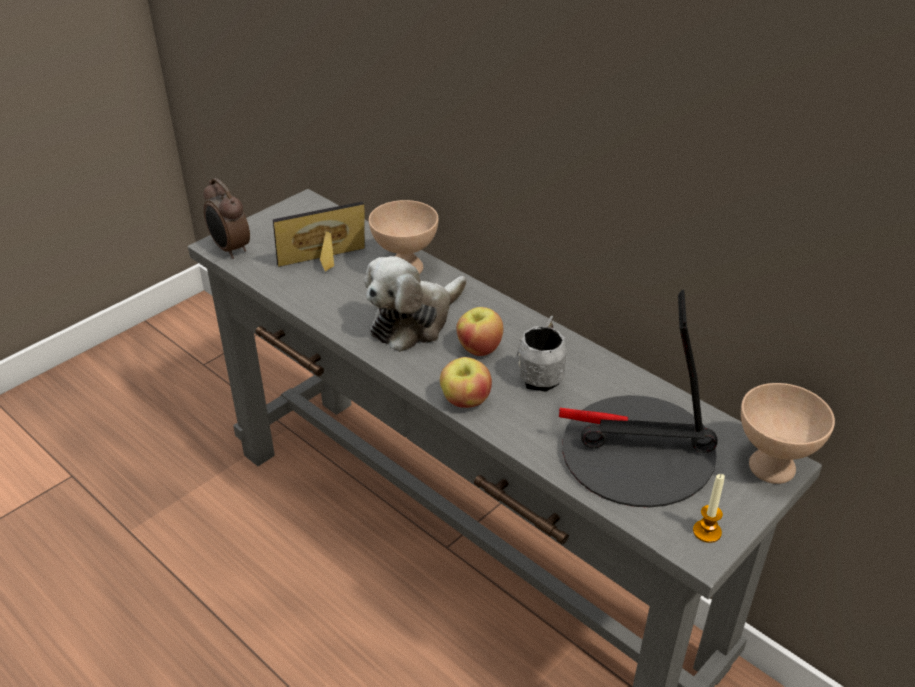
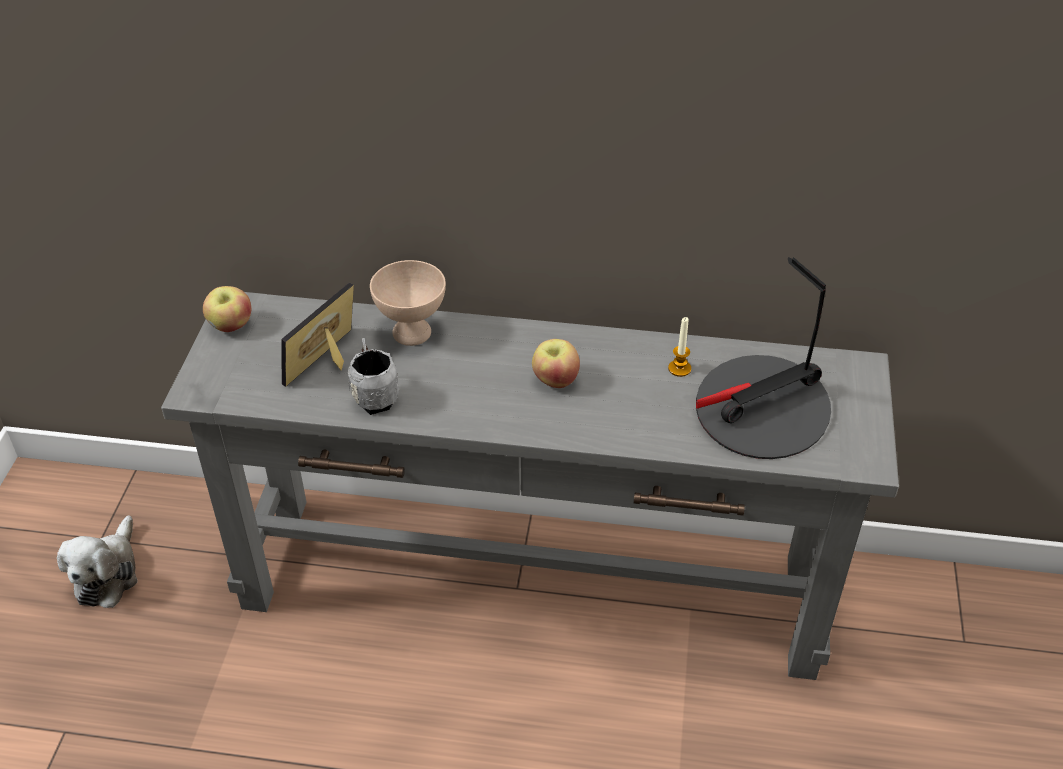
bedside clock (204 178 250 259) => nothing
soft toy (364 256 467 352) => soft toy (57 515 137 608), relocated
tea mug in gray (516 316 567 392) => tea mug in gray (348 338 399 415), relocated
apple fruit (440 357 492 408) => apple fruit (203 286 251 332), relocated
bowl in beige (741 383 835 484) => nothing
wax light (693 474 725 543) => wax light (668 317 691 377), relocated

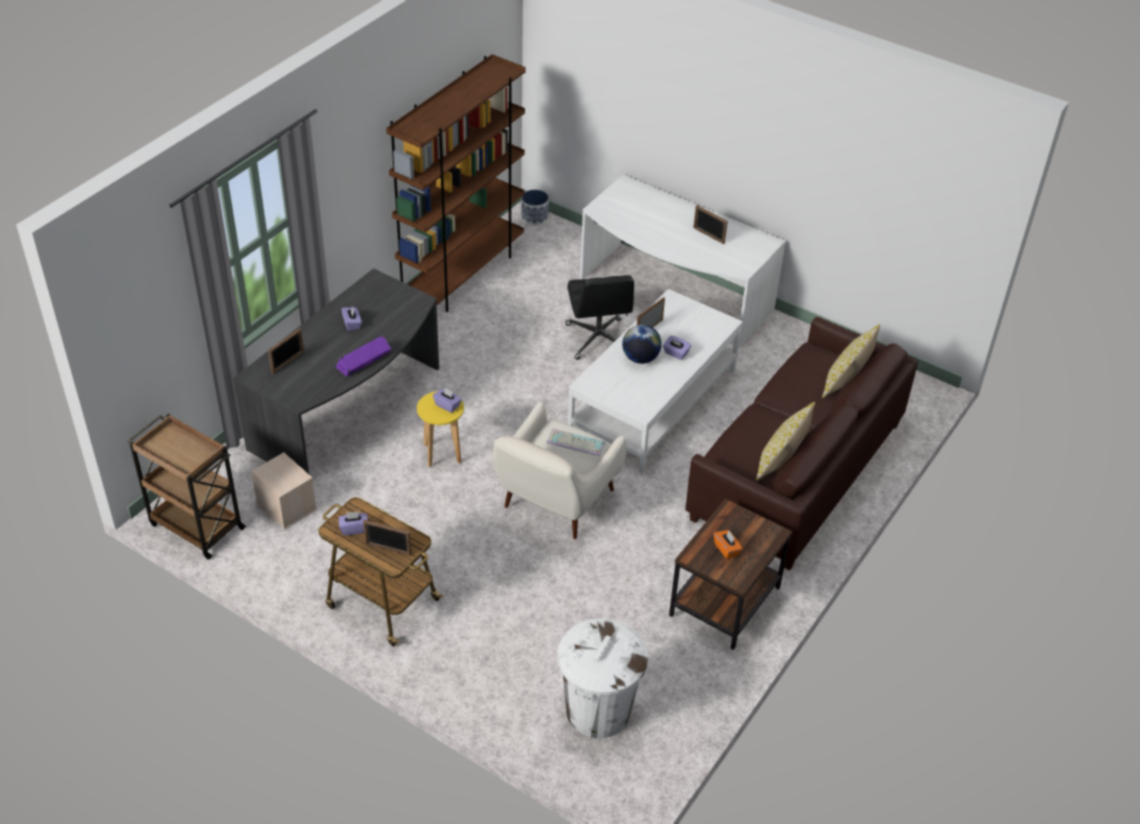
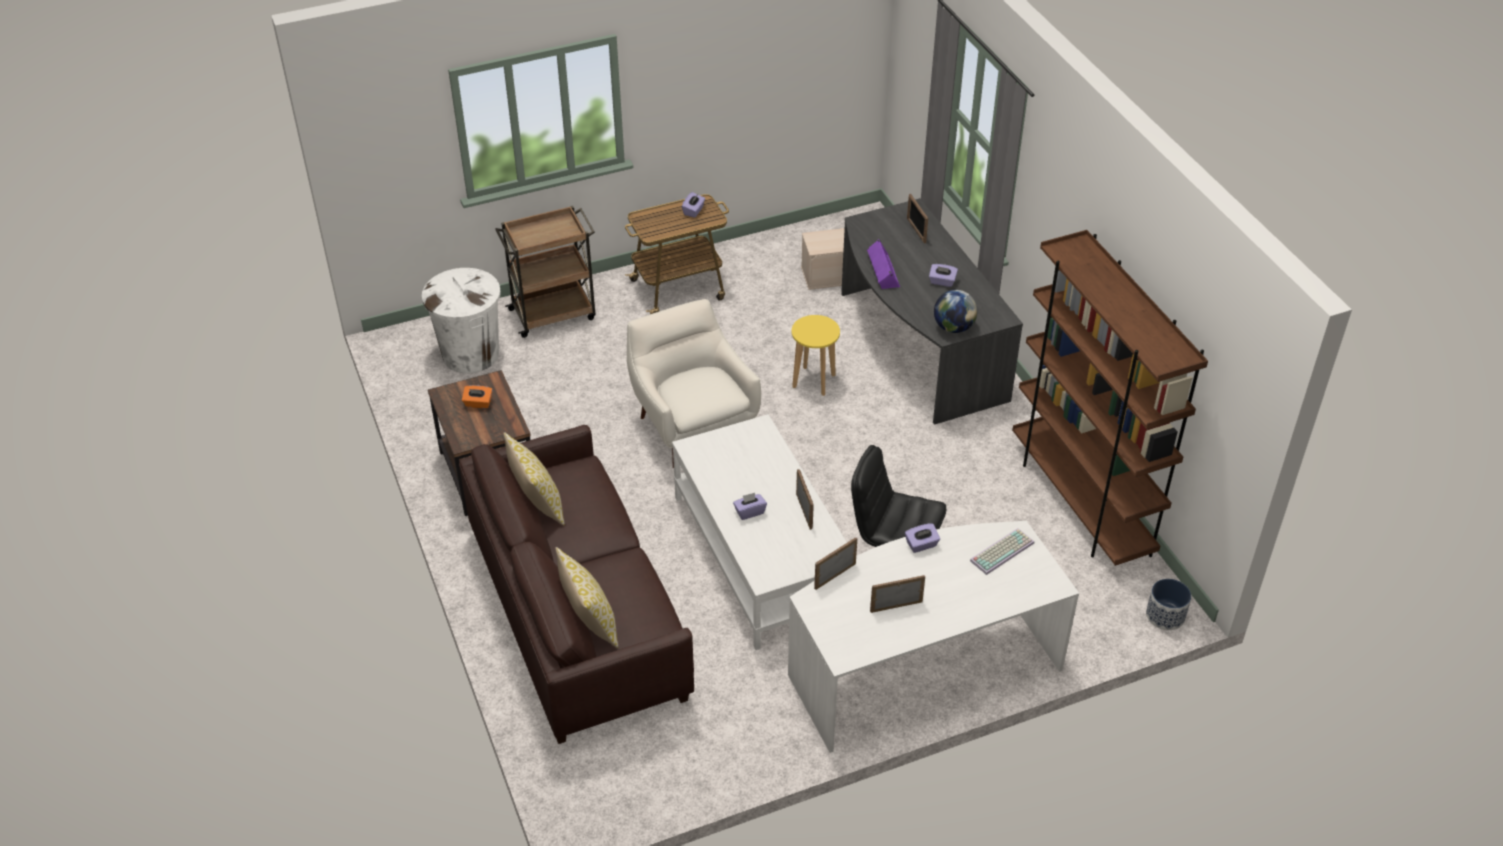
desk globe (622 324 662 364) => desk globe (934 290 977 333), relocated
tissue box in purplish (433 388 462 413) => tissue box in purplish (905 524 940 553), relocated
wheeled cart in brown (127 414 246 560) => wheeled cart in brown (495 206 596 338), relocated
computer keyboard (546 429 605 457) => computer keyboard (970 528 1034 575), relocated
photo frame (363 520 411 556) => photo frame (814 538 857 590), relocated

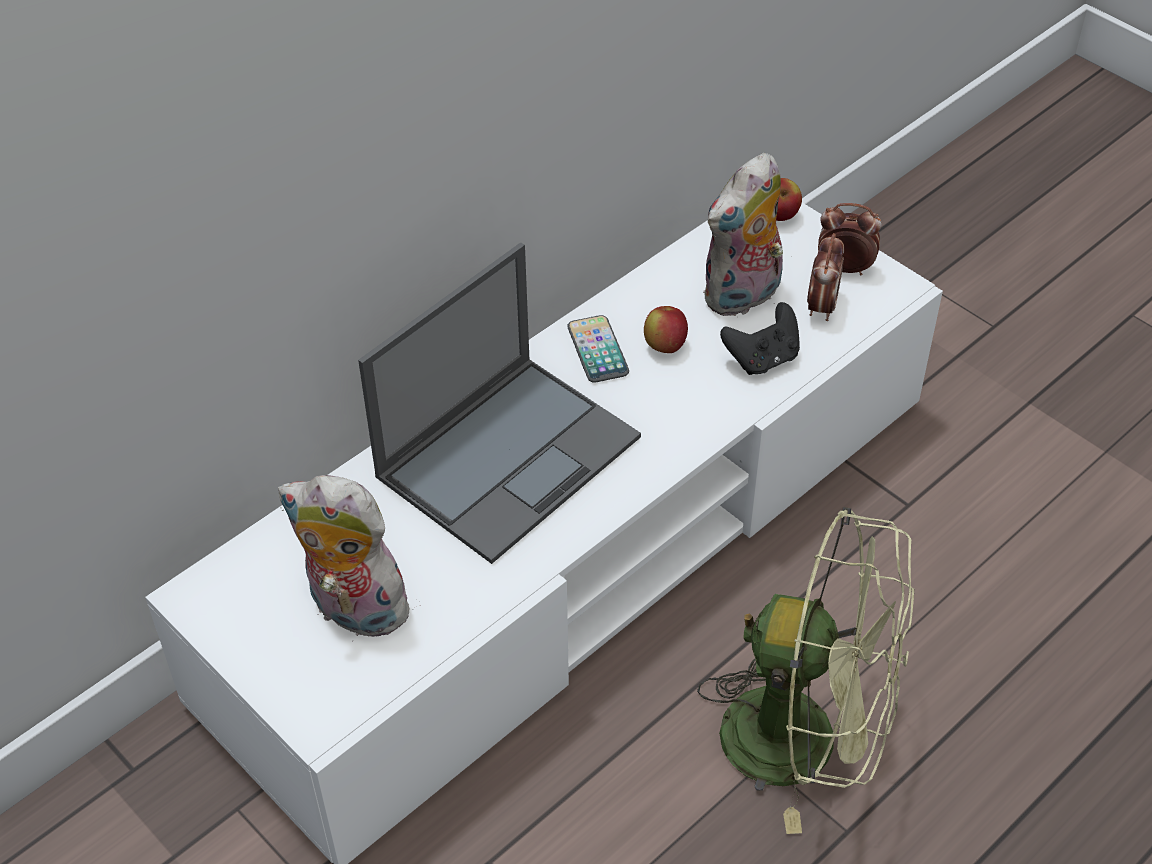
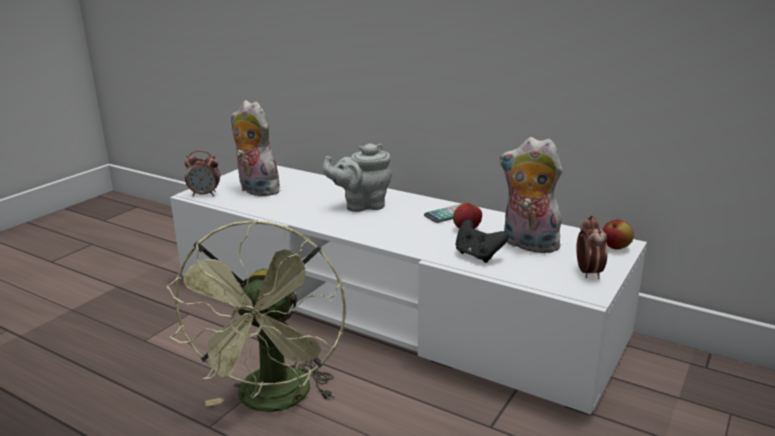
bedside clock (807 233 844 321) => bedside clock (185 151 220 196), relocated
portable computer (358 243 641 564) => teapot in gray (322 143 392 212)
soft toy (278 475 421 637) => soft toy (231 100 285 197), 60 degrees counterclockwise

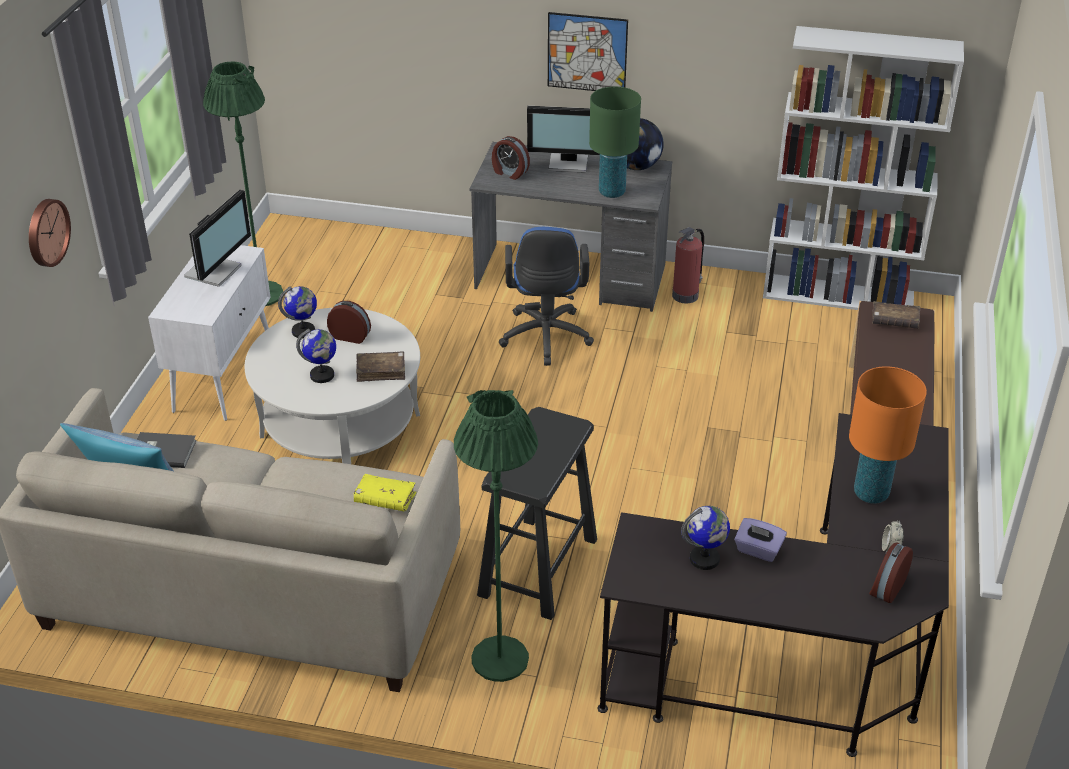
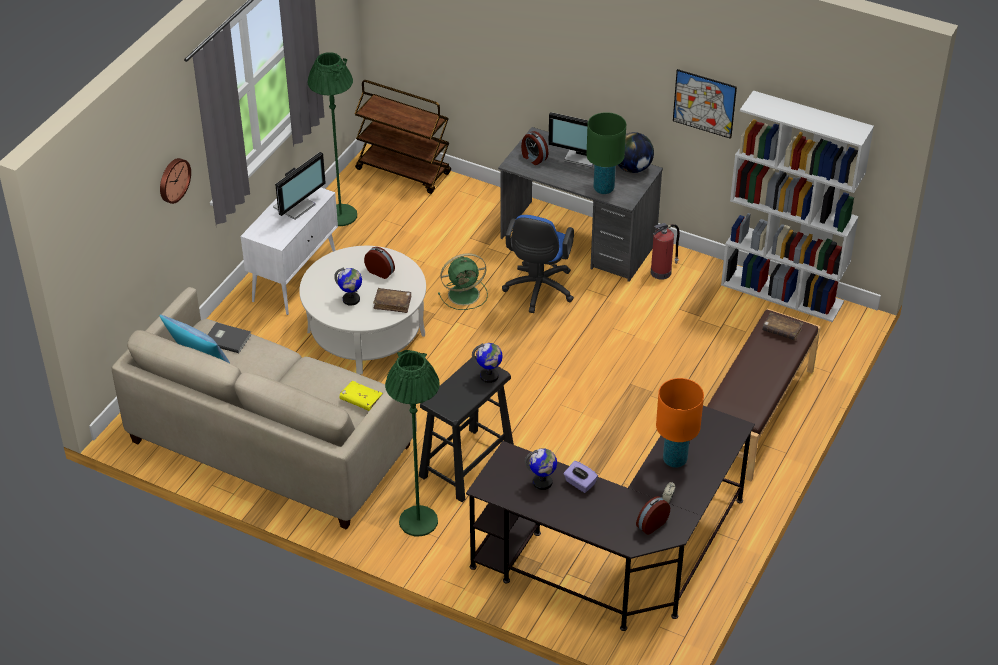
picture (548 12 628 91) => picture (673 69 737 139), relocated
desk globe (278 286 317 339) => desk globe (472 343 503 383), relocated
nothing => wheeled cart in brown (355 80 451 194)
nothing => electric fan in greenish (438 253 488 310)

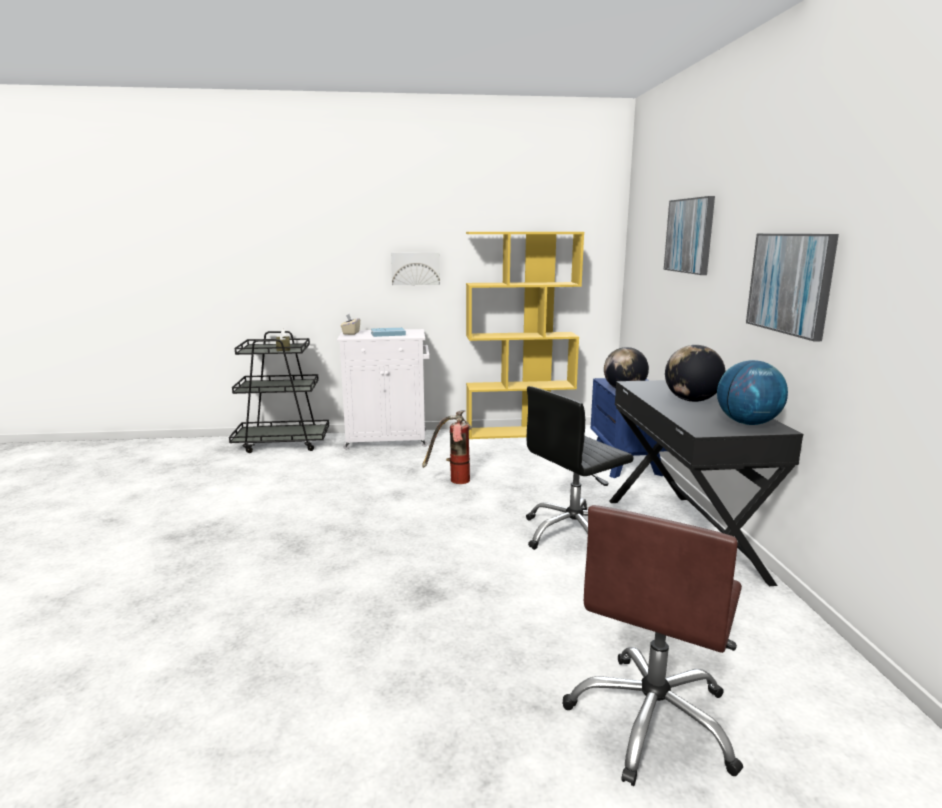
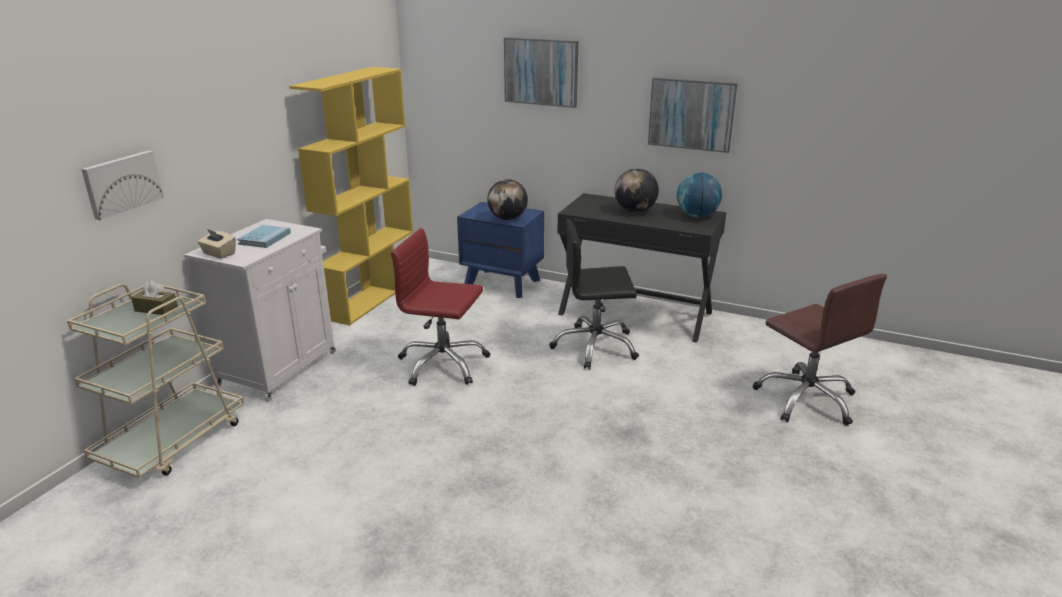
picture (391 252 440 285) => picture (81 150 164 220), relocated
wheeled cart in blackish (229 331 329 453) => wheeled cart in beige (67 283 244 478)
computer chair in blackish (526 386 634 550) => computer chair in blackish (549 219 639 369), 90 degrees clockwise
fire-fighting cylinder (422 410 472 484) => computer chair in red (391 228 490 386)

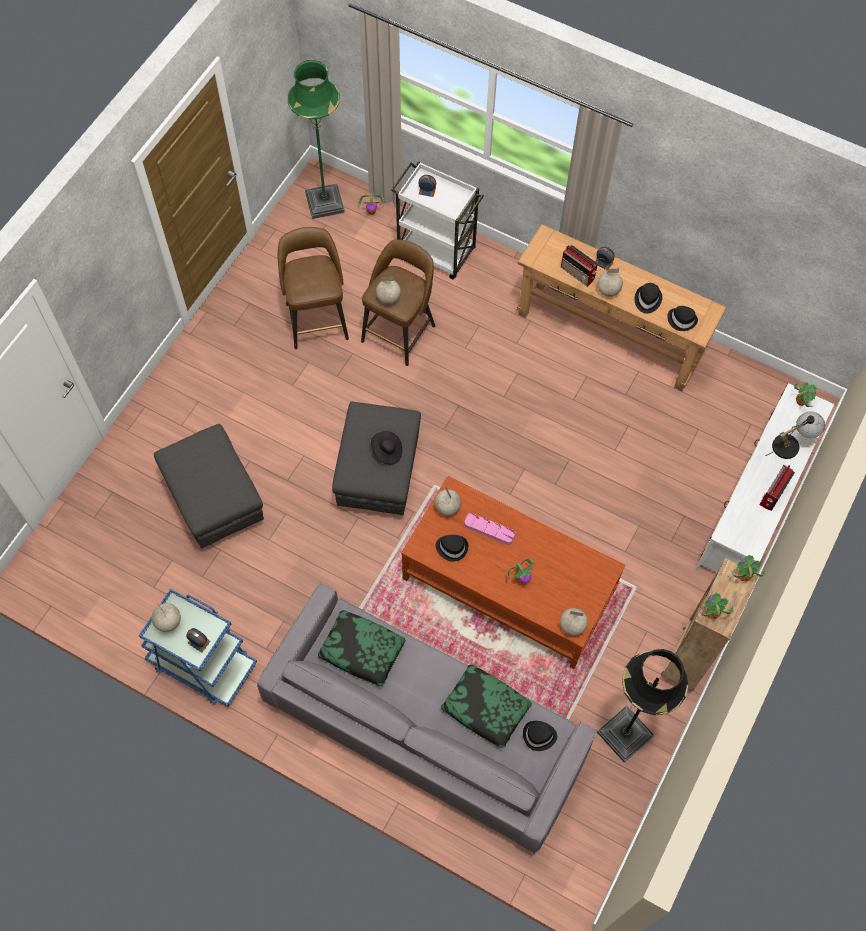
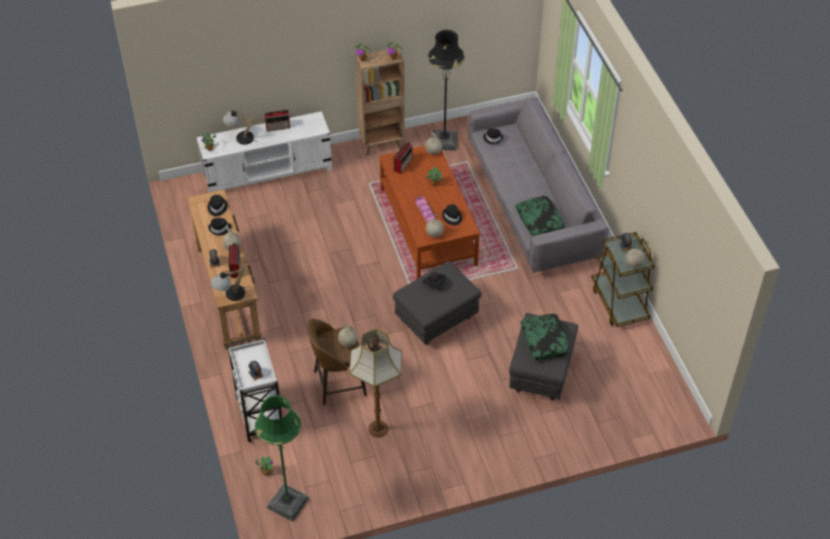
stool in brown (278 227 349 349) => standard lamp (349 329 402 438)
wheeled cart in blue (139 589 257 707) => wheeled cart in brown (591 232 655 327)
throw pillow (442 664 532 749) => throw pillow (520 314 571 360), relocated
nothing => radio receiver (394 142 412 174)
nothing => lamp for a table (211 268 247 301)

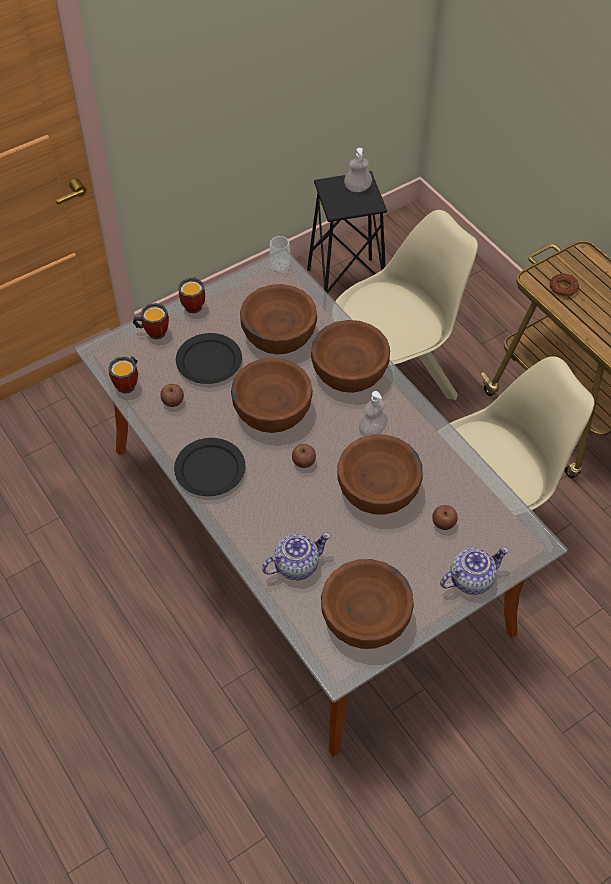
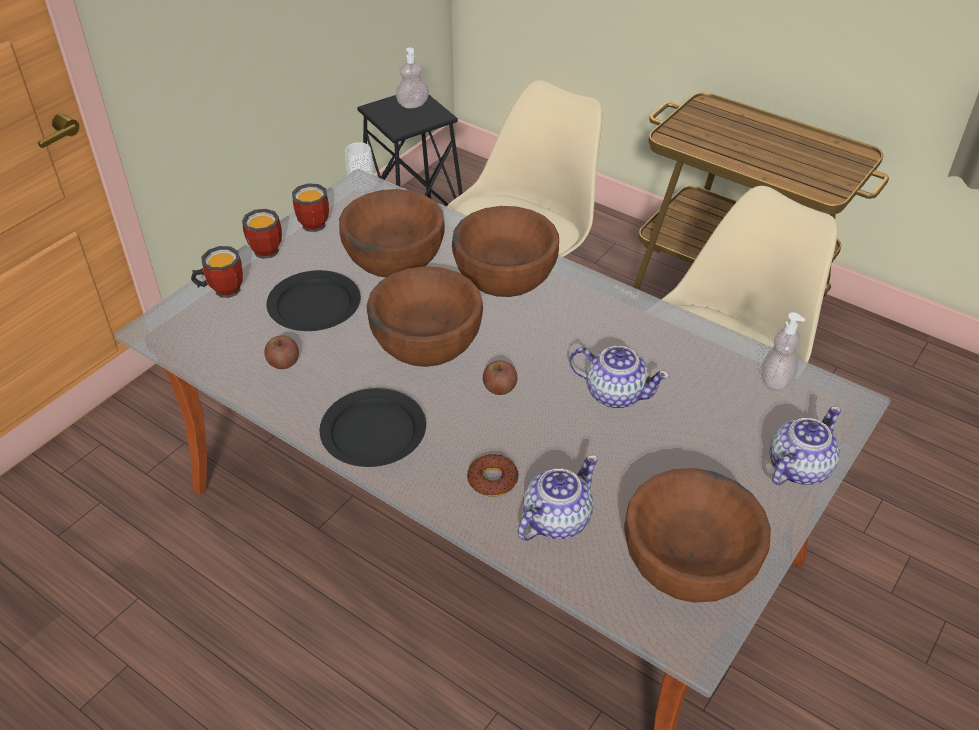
doughnut (550 274 579 297) => doughnut (467 454 519 497), relocated
tea mug (108 356 138 394) => tea mug (292 183 329 232), relocated
liquid soap bottle (359 391 388 437) => liquid soap bottle (762 312 805 391), relocated
bowl in brown (337 434 423 515) => teapot (569 346 670 408)
apple fruit (432 505 458 530) => nothing

